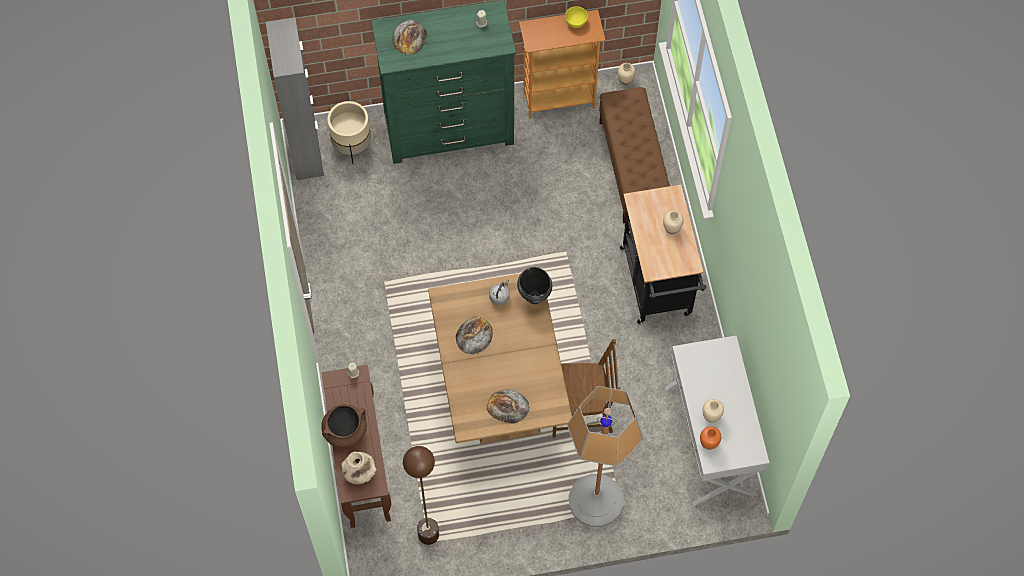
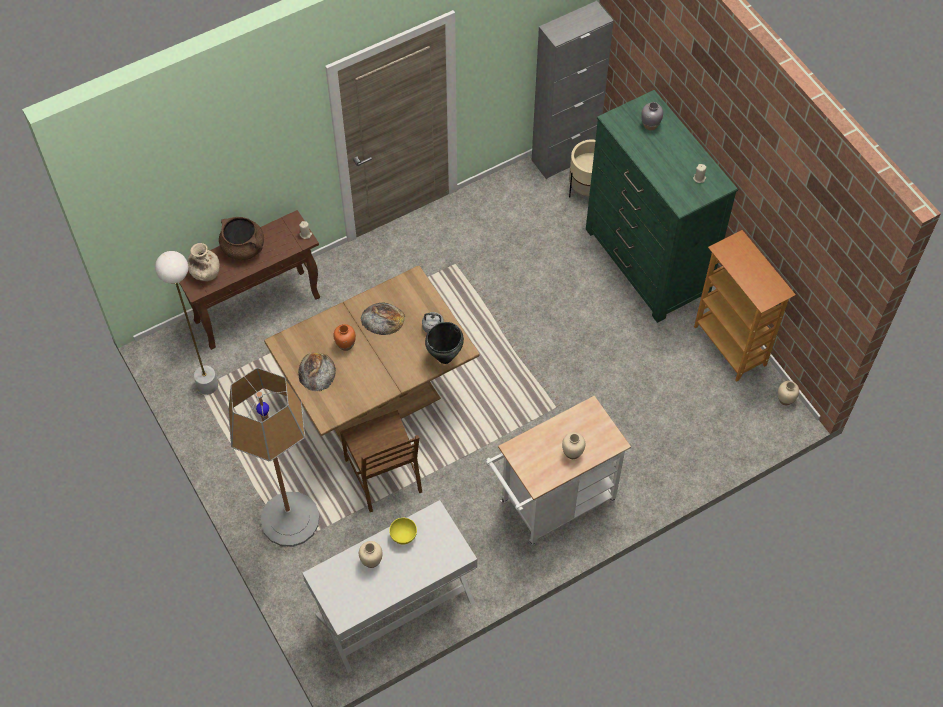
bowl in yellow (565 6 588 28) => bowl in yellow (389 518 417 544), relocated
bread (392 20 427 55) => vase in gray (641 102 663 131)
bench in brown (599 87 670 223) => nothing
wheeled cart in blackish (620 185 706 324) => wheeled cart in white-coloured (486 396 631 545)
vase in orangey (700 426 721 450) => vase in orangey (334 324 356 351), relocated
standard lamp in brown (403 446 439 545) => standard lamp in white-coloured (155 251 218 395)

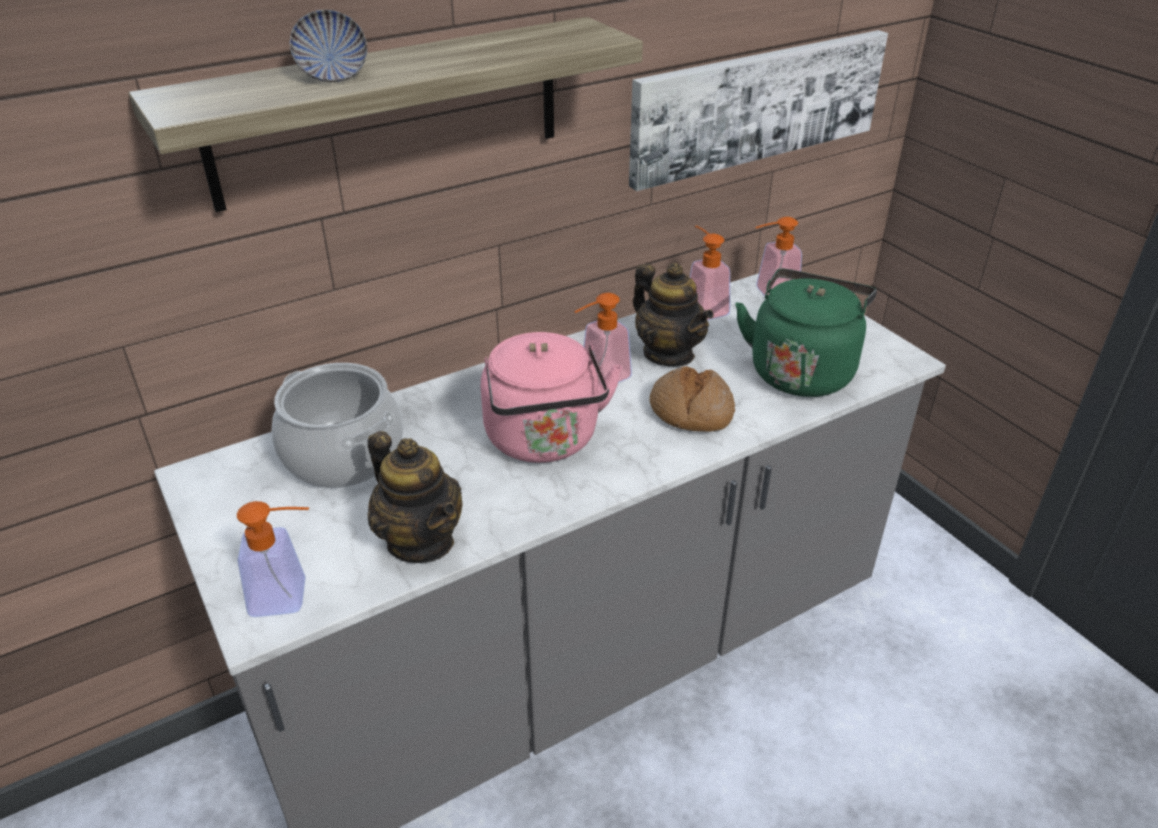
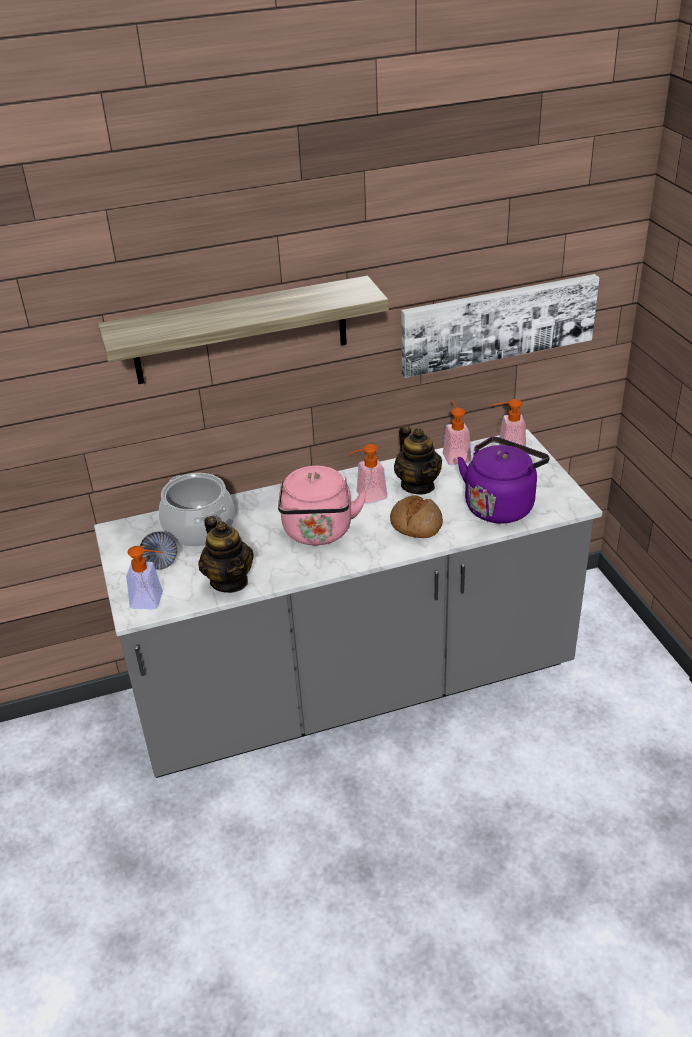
bowl (289 10 368 82) => bowl (140 531 178 570), relocated
water kettle in greenish (735 269 877 397) => water kettle in purplish (457 437 549 524)

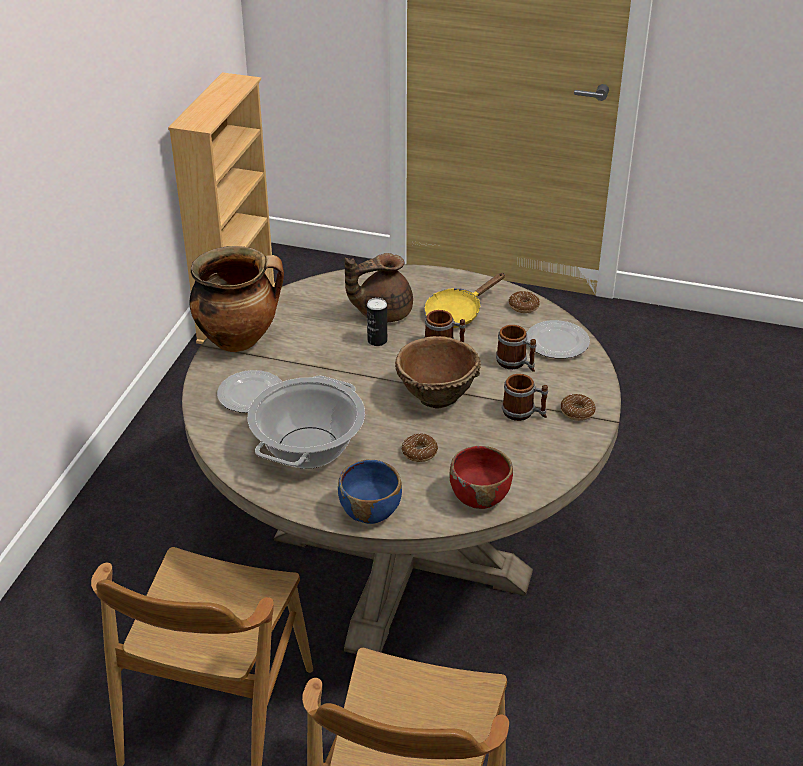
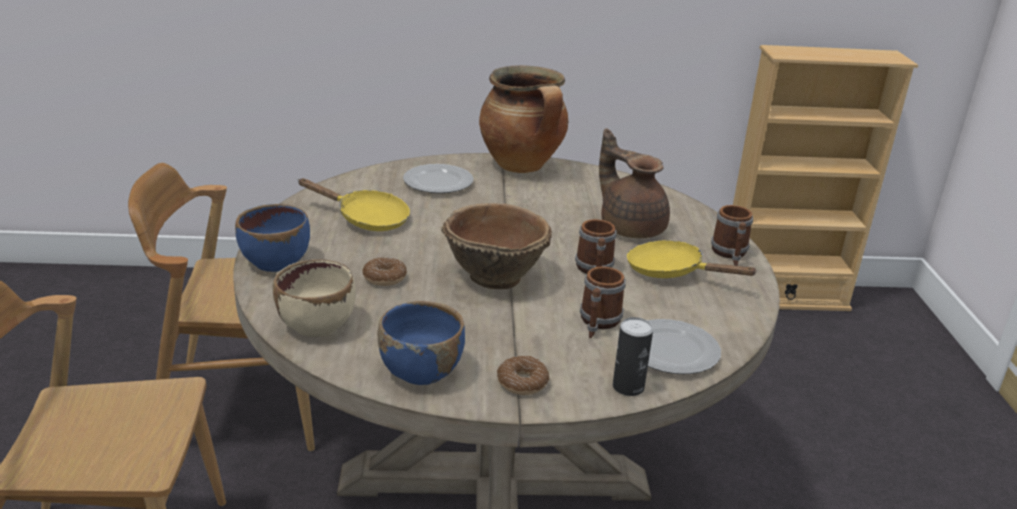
doughnut (509 291 540 313) => nothing
can (367 298 387 346) => can (613 317 653 396), relocated
tea mug (502 374 548 421) => tea mug (711 205 753 266), relocated
saucepot (248 376 365 469) => frying pan in yellow (298 178 410 231)
bowl in red (450 446 513 509) => bowl in beige (273 259 356 337)
nothing => bowl in blue (378 301 465 385)

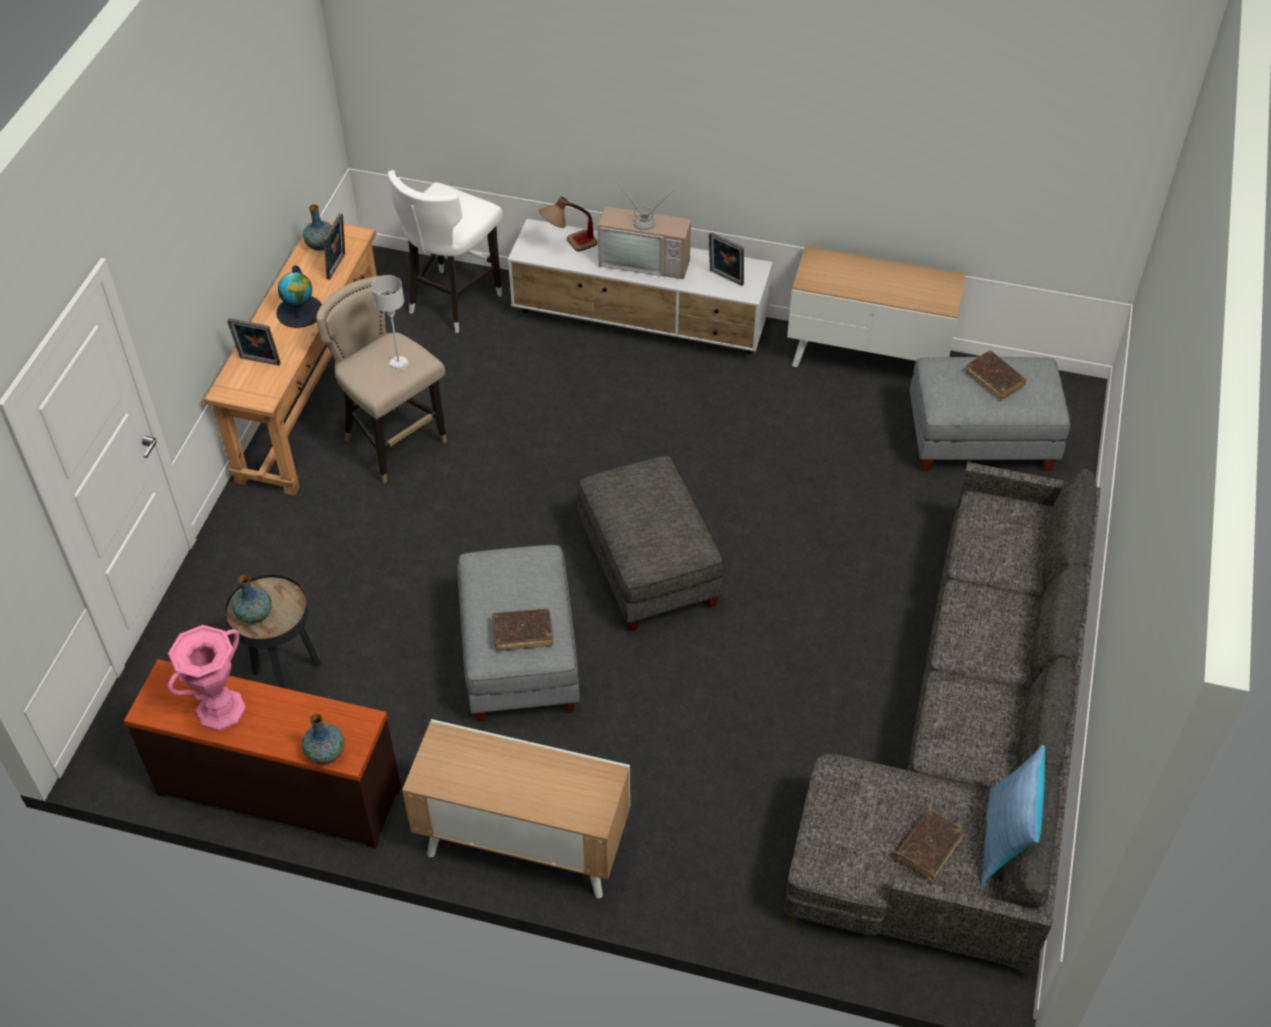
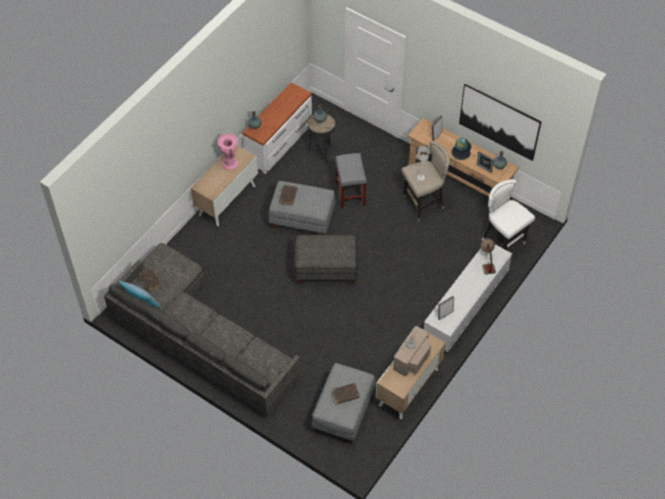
TV set (598 182 691 279) => TV set (393 325 431 376), relocated
vase in pink (168 625 246 731) => vase in pink (217 134 238 170), relocated
chest of drawers in brown (124 659 401 849) => chest of drawers in white-coloured (243 82 312 174)
nothing => picture (459 84 541 161)
nothing => stool in gray (335 153 367 208)

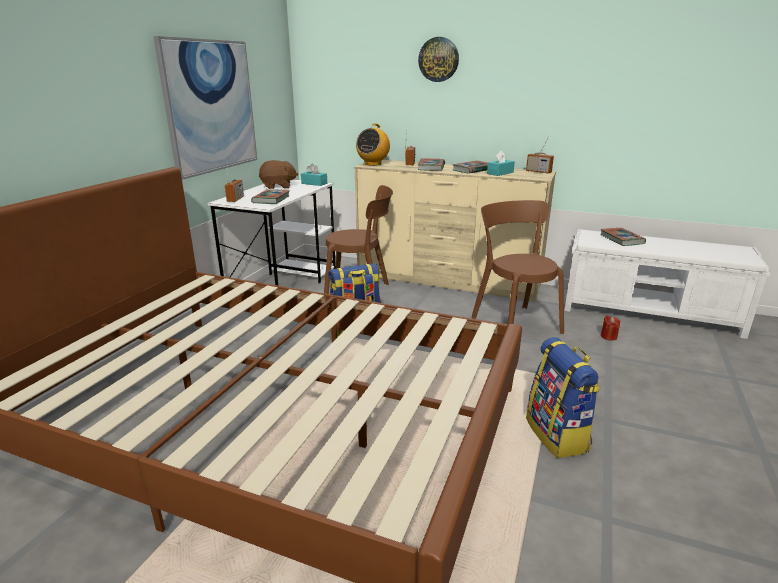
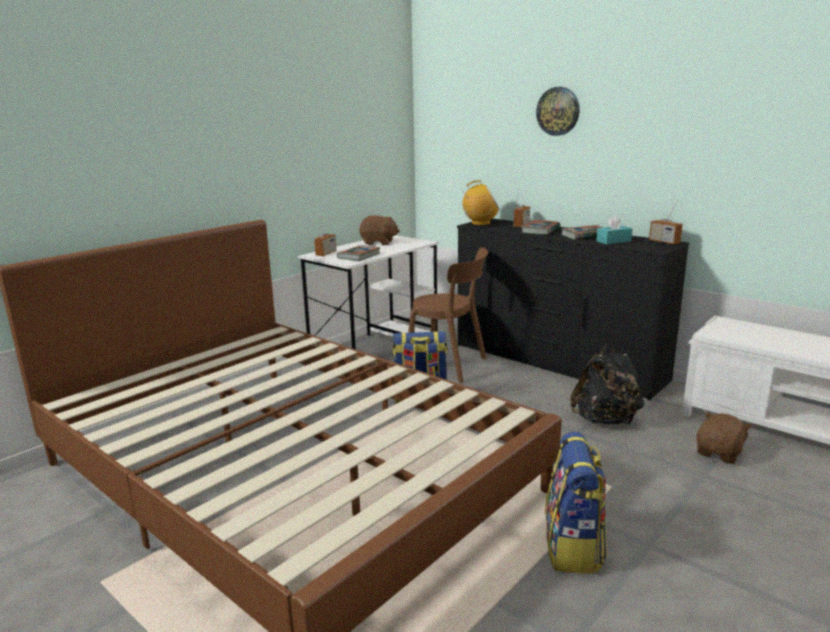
picture (153 36 257 180) => nothing
radio receiver (356 123 390 166) => radio receiver (462 180 499 225), 135 degrees counterclockwise
chest of drawers in beige (354 160 556 302) => chest of drawers in blackish (457 219 689 400)
tissue box in turquoise (301 164 327 186) => nothing
upright chair in brown (471 200 564 334) => backpack in blackish (570 342 644 425)
book (600 228 646 246) => nothing
wax light in red (601 315 620 341) => soft toy in brown (696 412 752 464)

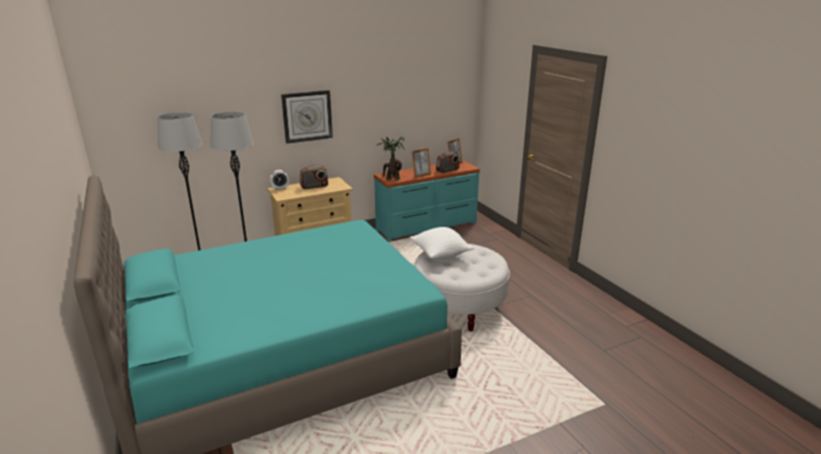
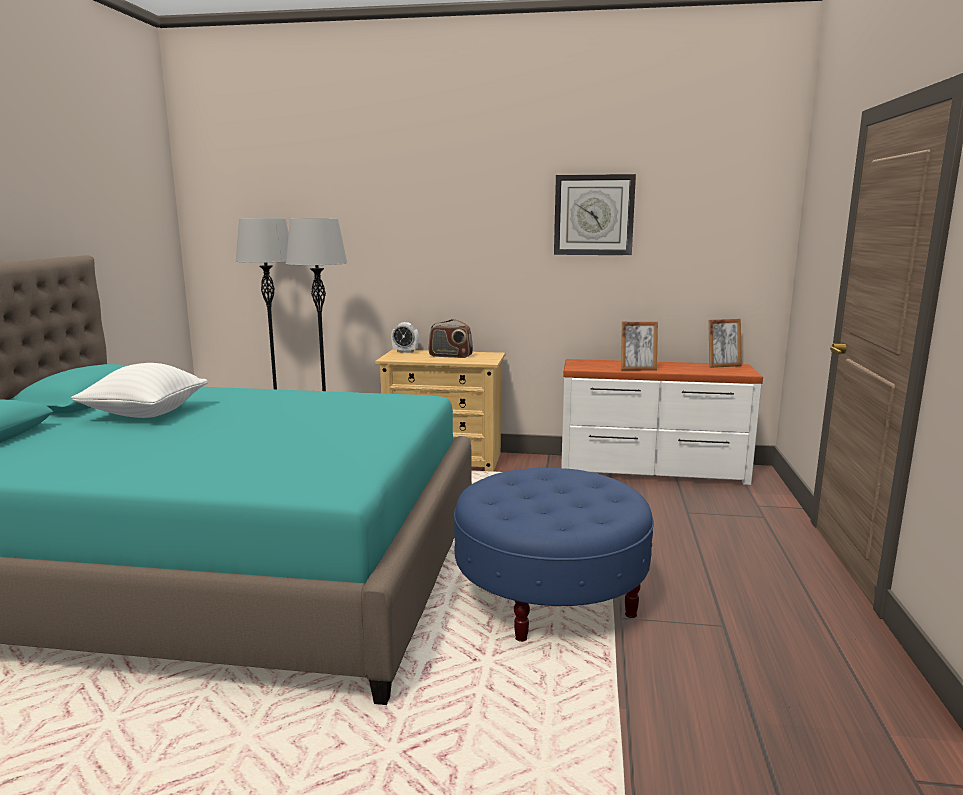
hanging clock (281 90 333 144) => hanging clock (554 174 636 255), relocated
houseplant (377 136 405 181) => nothing
radio receiver (436 150 460 173) => nothing
chest of drawers in turquoise (374 160 480 242) => chest of drawers in white-coloured (561 359 763 485)
throw pillow in white-coloured (410 227 474 260) => throw pillow in white-coloured (71 363 208 418), relocated
pouffe in white-coloured (413 244 510 331) => pouffe in blue (454 468 654 642)

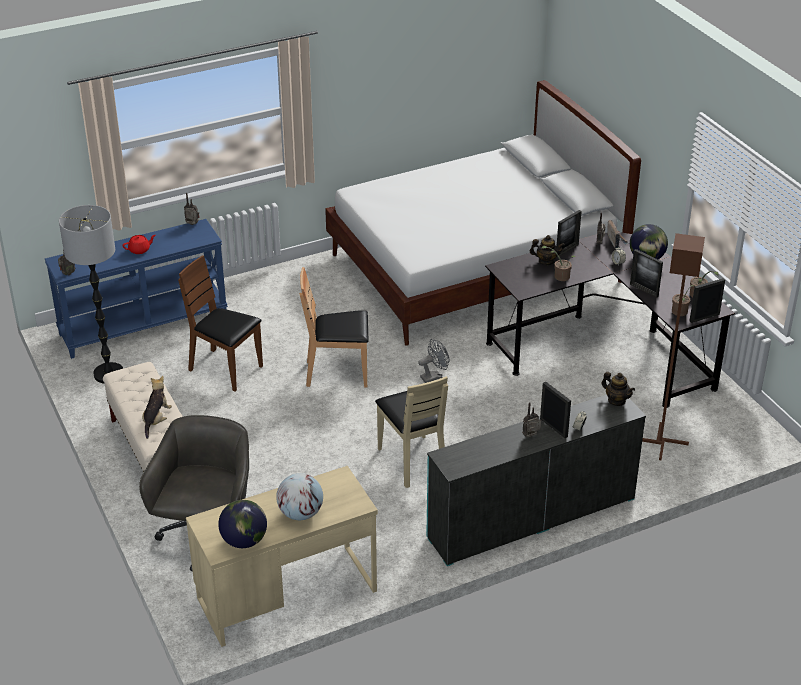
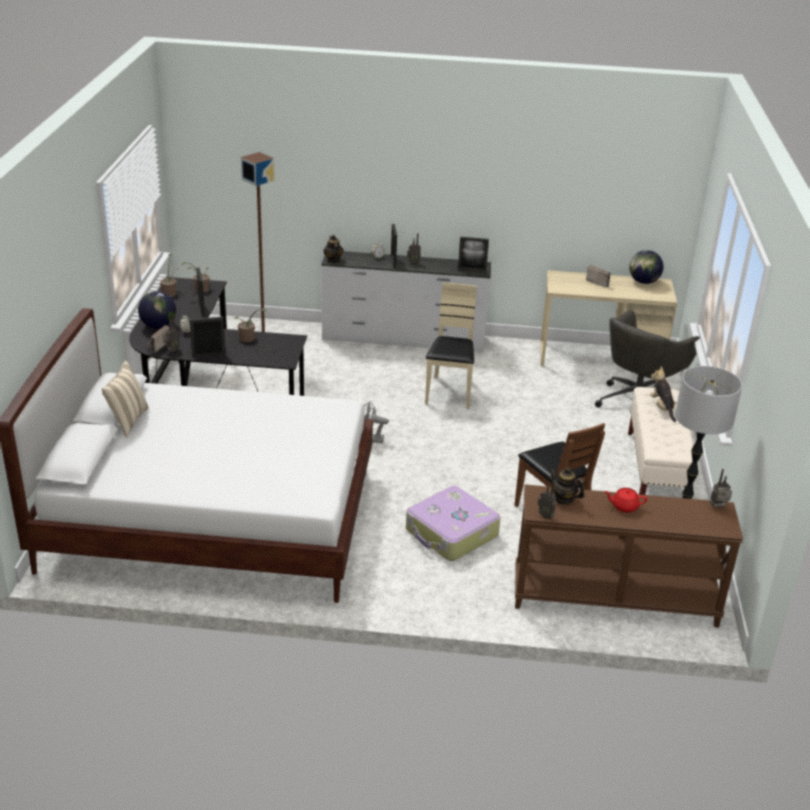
narrow table in blue (45 219 228 359) => narrow table in brown (515 485 743 627)
teapot (529 235 565 265) => teapot (549 468 585 505), relocated
upright chair in brown (299 267 368 387) => nothing
photo frame (690 278 725 323) => photo frame (458 237 489 273), relocated
soft toy (142 376 172 439) => soft toy (650 367 677 422), 120 degrees clockwise
chest of drawers in turquoise (426 395 646 566) => chest of drawers in white-coloured (321 251 492 353)
desk globe (276 473 323 520) => radio receiver (586 265 611 287)
nothing => throw pillow in beige (102 361 149 438)
nothing => suitcase (406 486 501 561)

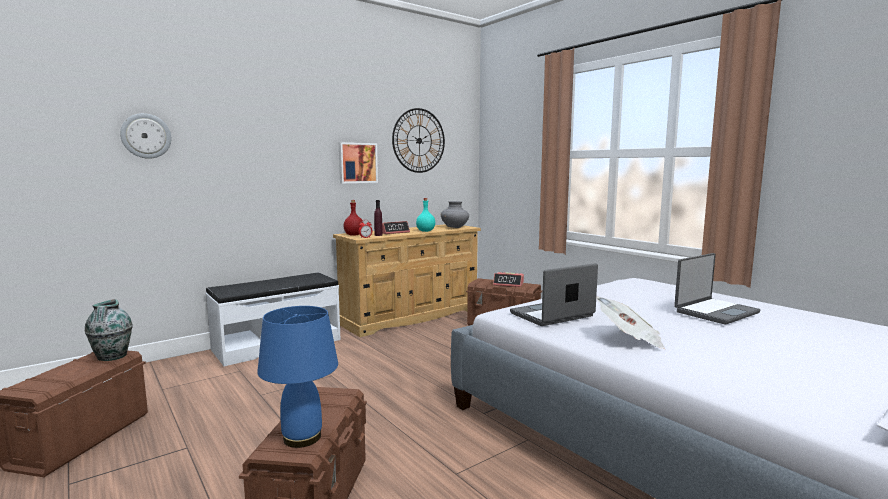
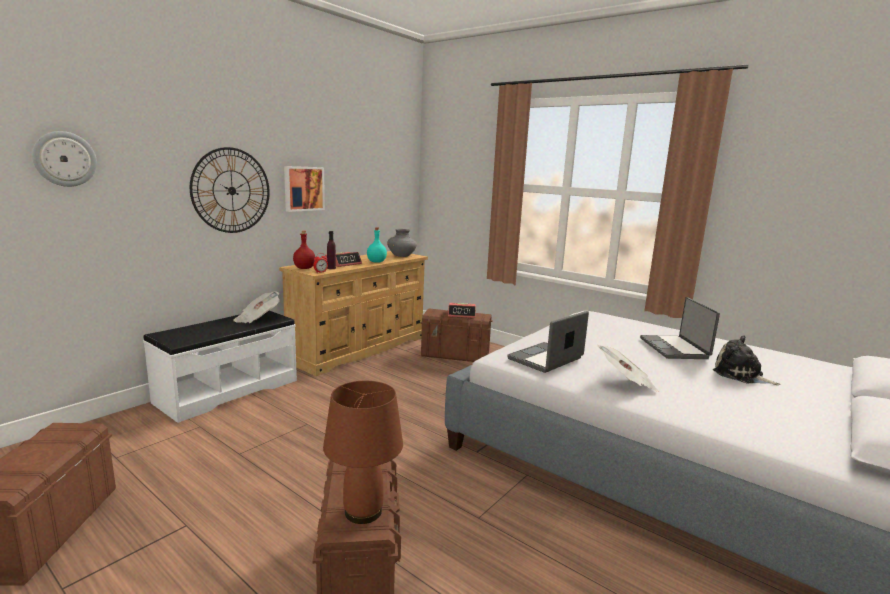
hanging clock (392 108 445 173) => hanging clock (190 147 270 233), relocated
portable computer (674 253 760 325) => portable computer (640 297 720 359), 135 degrees clockwise
vase (85 299 133 361) => nothing
lamp for a table in blue (257 306 338 448) => lamp for a table in brown (323 381 403 524)
nothing => newspaper (234 292 280 323)
nothing => soft toy (713 336 780 385)

